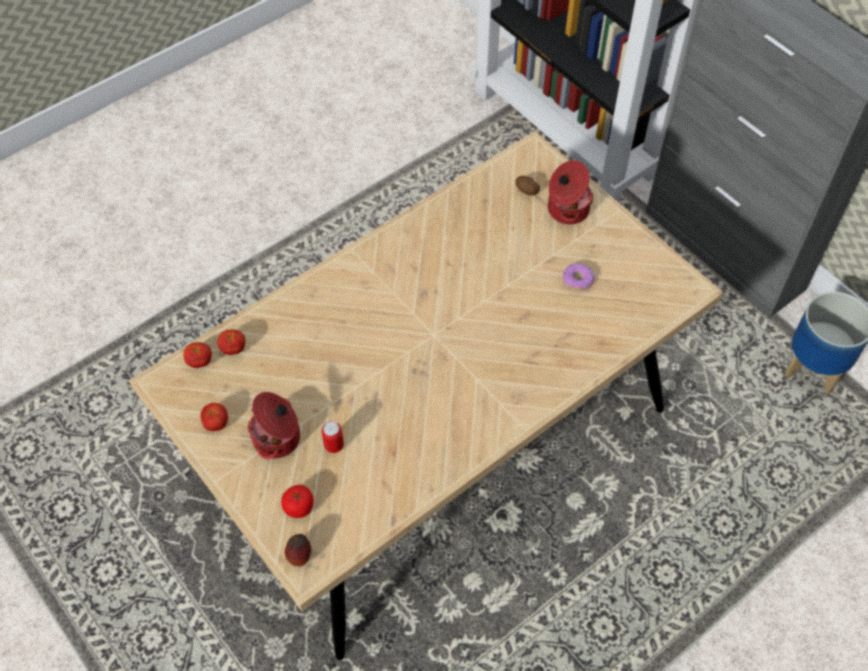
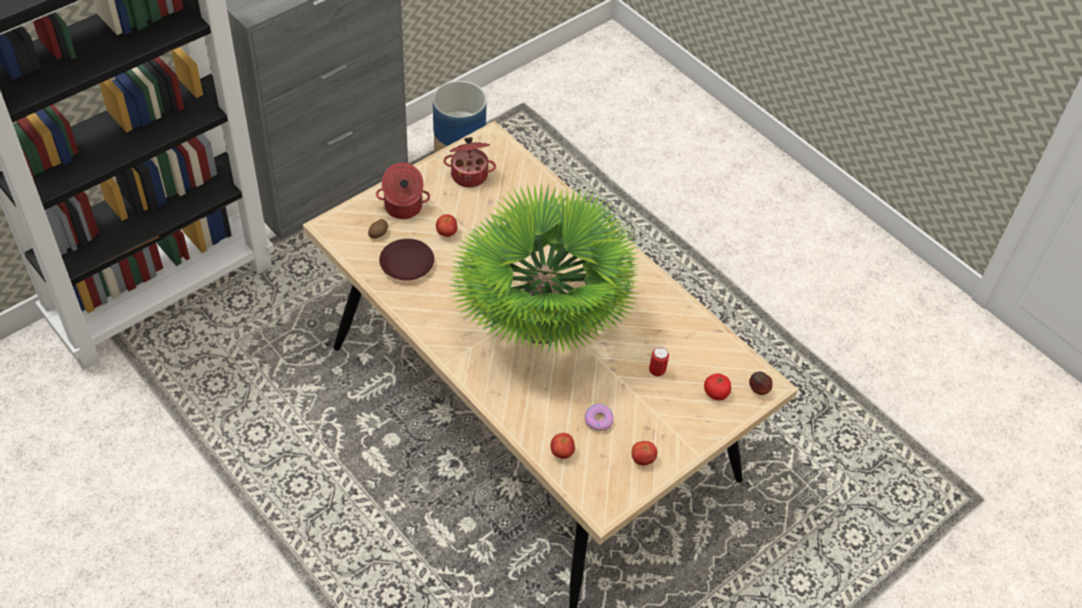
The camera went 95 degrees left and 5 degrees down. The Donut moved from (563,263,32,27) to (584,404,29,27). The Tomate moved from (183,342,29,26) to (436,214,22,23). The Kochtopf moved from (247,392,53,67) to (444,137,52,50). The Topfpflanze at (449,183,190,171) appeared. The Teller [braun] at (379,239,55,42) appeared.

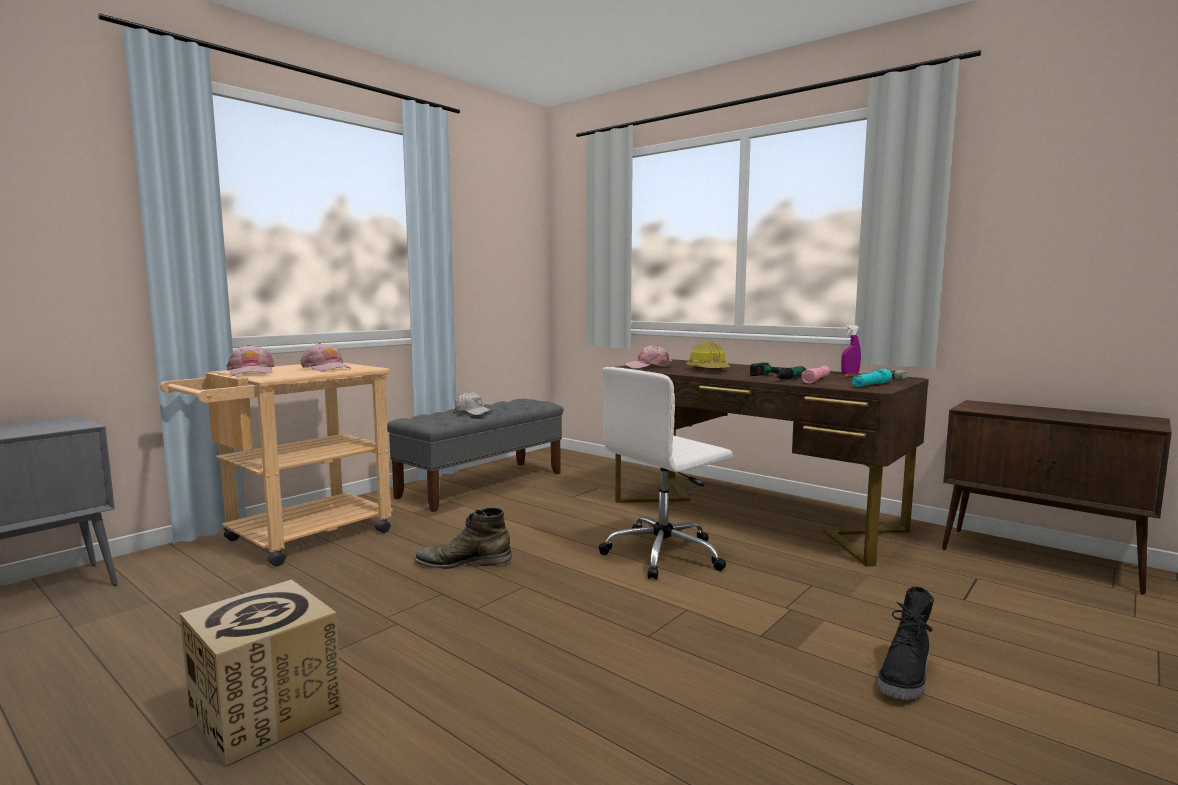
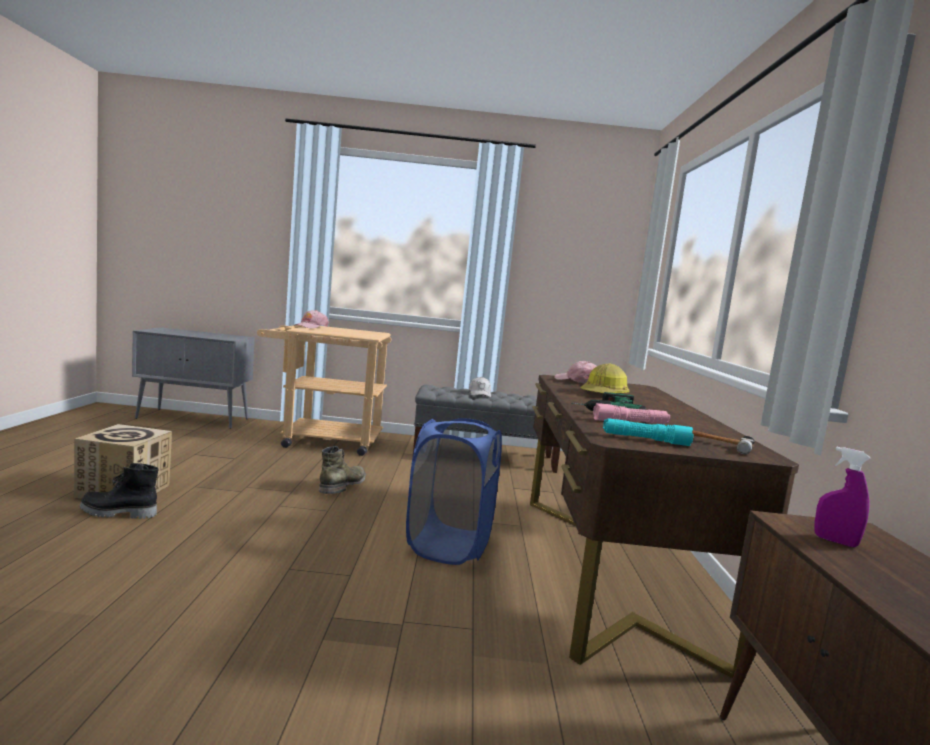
The camera went 50 degrees right and 0 degrees up. The Sprühflasche [lila] moved from (841,325,20,49) to (814,446,57,101). The Kappe [rosa] at (300,343,52,28) disappeared. The Bürostuhl [weiß] at (598,367,135,213) was replaced by the Wäschekorb [blau] at (406,418,96,147). The Stiefel [grün] at (414,508,98,61) turned 60 degrees clockwise. The Stiefel [schwarz] moved from (878,587,56,113) to (80,463,79,56).

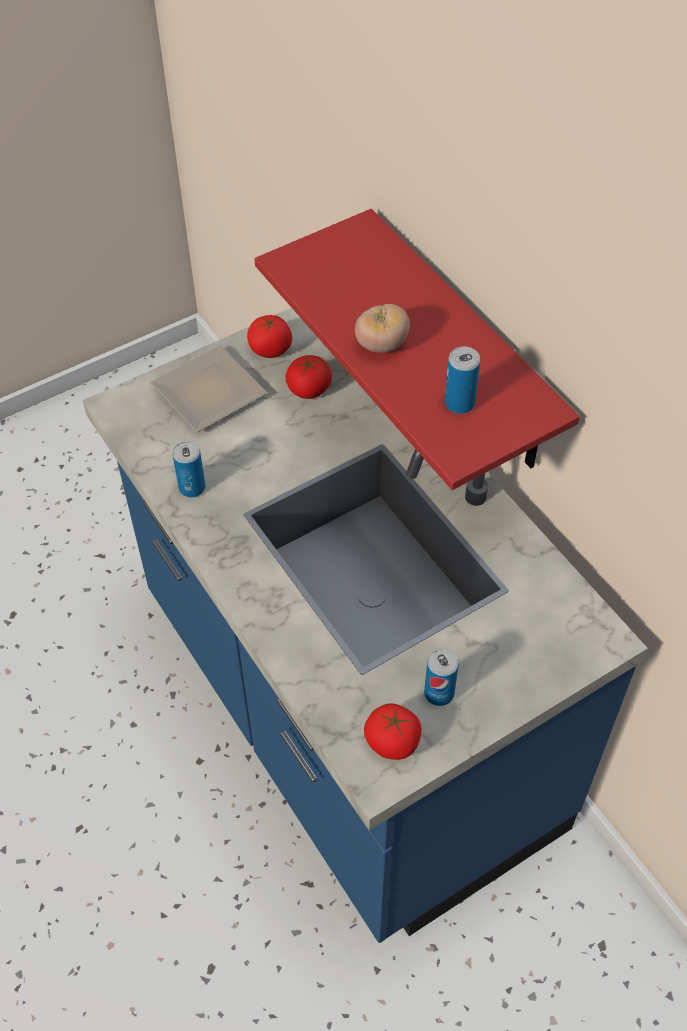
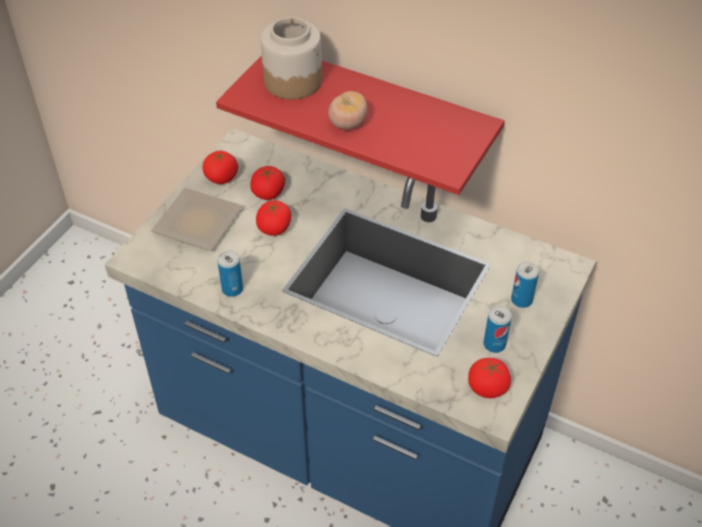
The camera went 30 degrees left and 5 degrees down. The Dose moved from (445,346,35,68) to (511,262,28,46). The Vorratsglas at (261,17,61,82) appeared. The Tomate at (256,200,35,36) appeared.

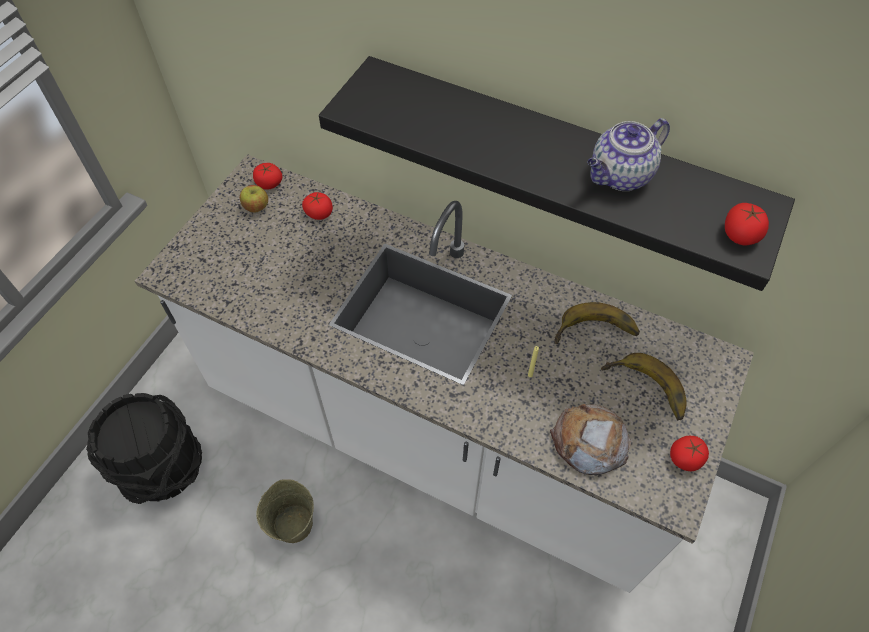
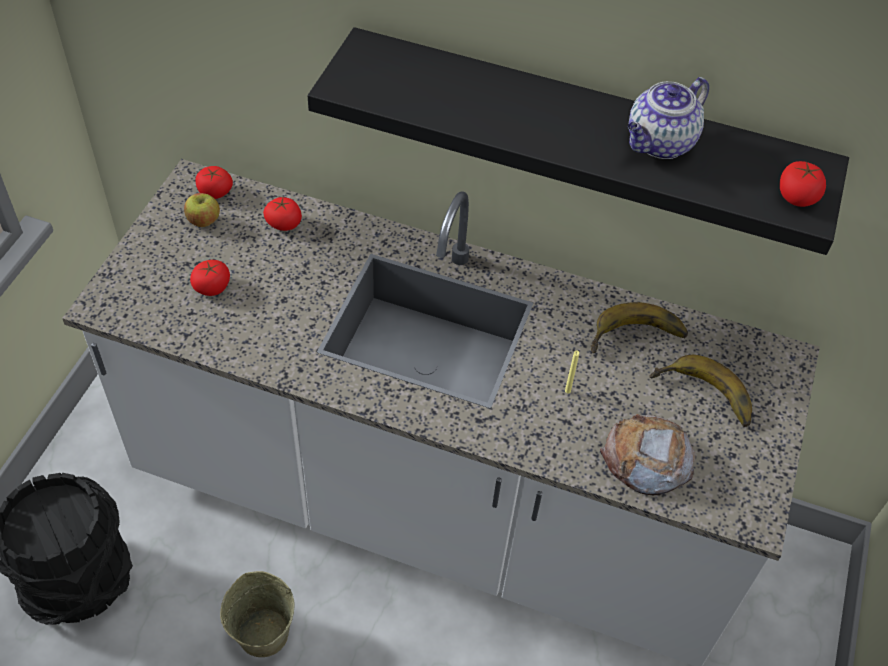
The camera went 10 degrees left and 5 degrees down. The Tomate moved from (670,436,39,35) to (190,260,40,36).

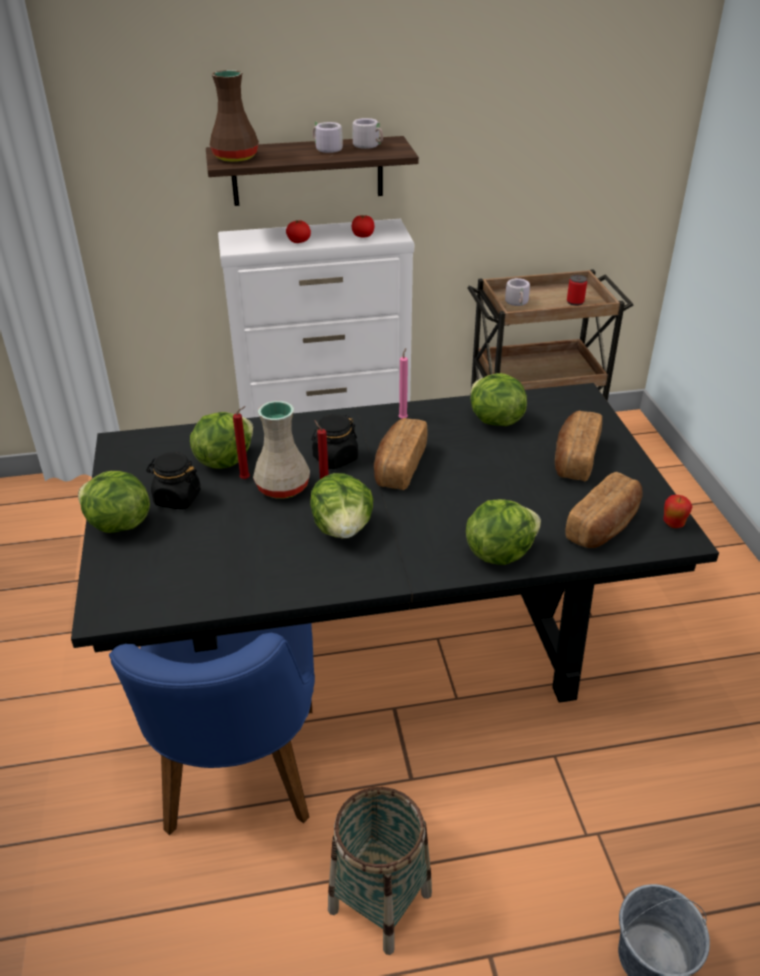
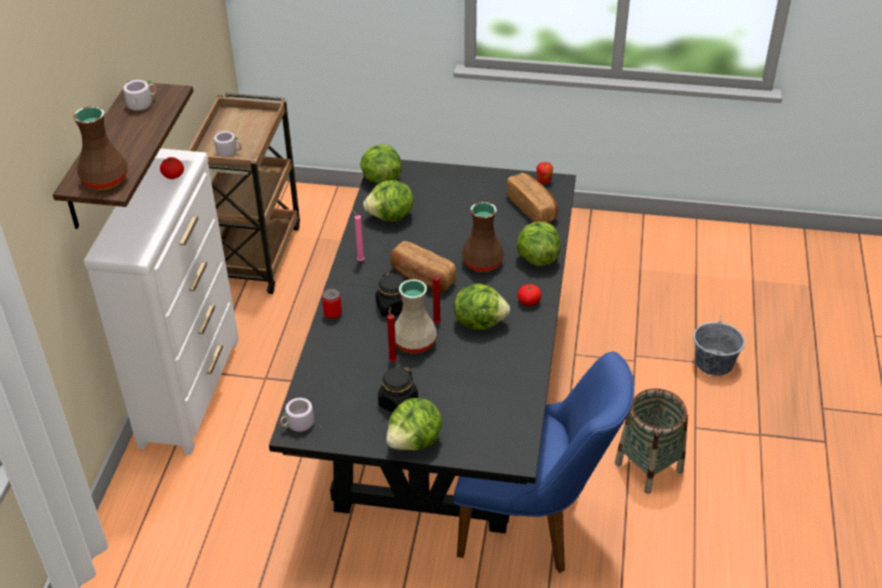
The camera went 70 degrees left and 5 degrees up. The Henkelbecher [grau] moved from (313,121,30,36) to (280,398,42,34). The Tomate moved from (286,220,25,23) to (517,284,24,22). The Dose moved from (567,275,20,31) to (322,288,20,32). The Brot at (555,411,47,70) disappeared. The Salatkopf moved from (190,412,63,57) to (360,144,42,40). The Vase [braun] at (462,202,42,70) appeared.

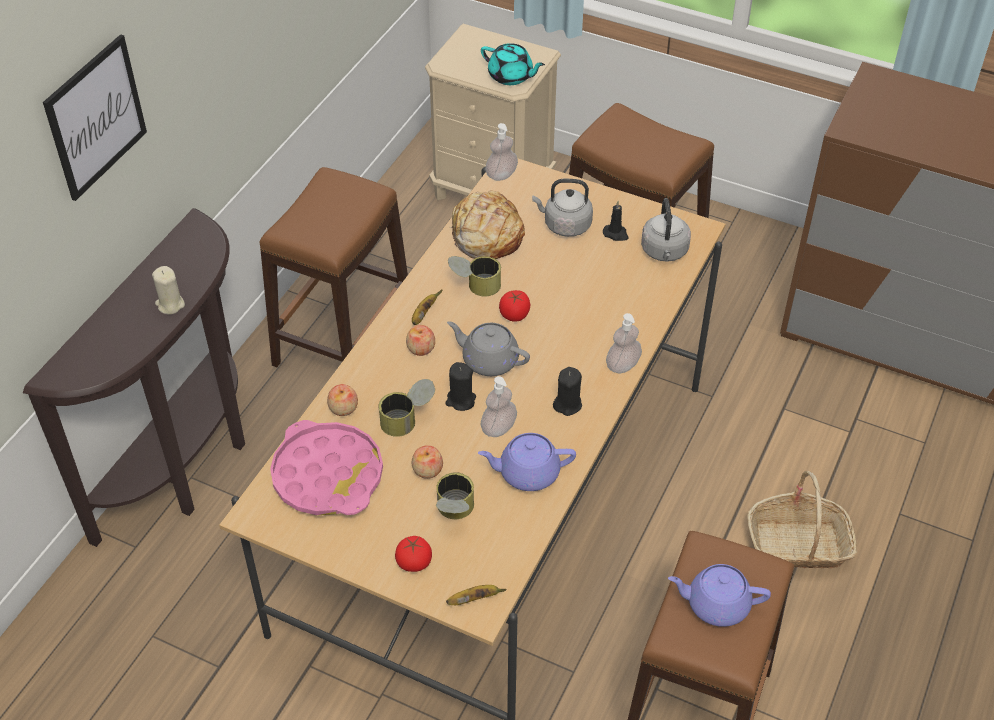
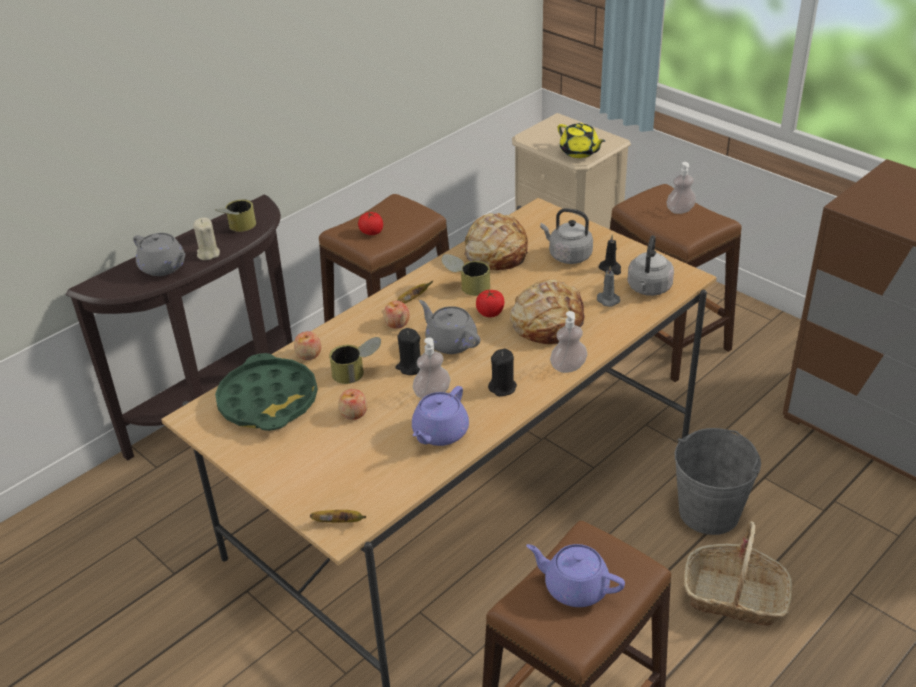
The camera went 20 degrees right and 10 degrees down. The Bild at (43,34,104,167) disappeared. The Teekanne [türkis] at (481,43,64,42) became the Teekanne [gelb] at (558,123,47,35). The Seifenspender moved from (485,123,33,58) to (666,162,30,52). The Tablett [rosa] at (270,420,113,95) became the Tablett [grün] at (215,353,103,78). The Teekanne [lila] at (478,433,98,58) turned 75 degrees counterclockwise. The Dose moved from (436,472,38,47) to (215,200,41,32). The Tomate moved from (395,536,37,36) to (358,212,25,23). The Teekanne [grau] at (133,233,53,43) appeared. The Kerze [grau] at (597,266,23,41) appeared. The Brot at (510,279,74,65) appeared. The Eimer [grau] at (675,428,86,107) appeared.

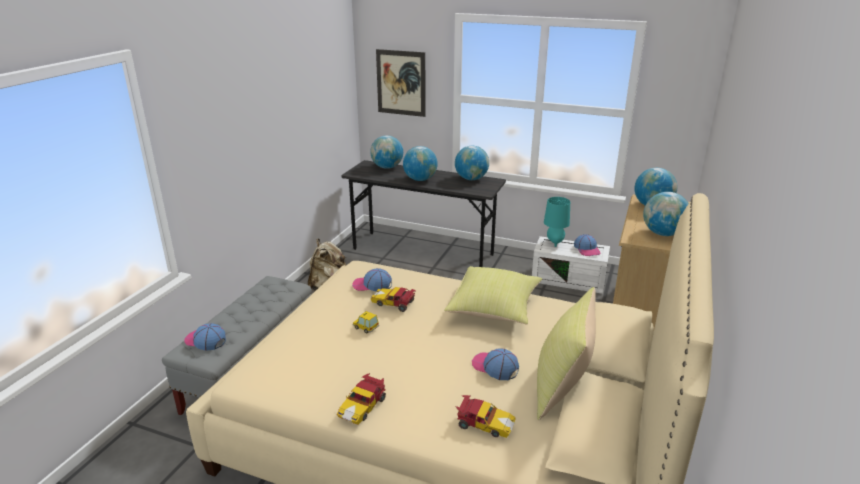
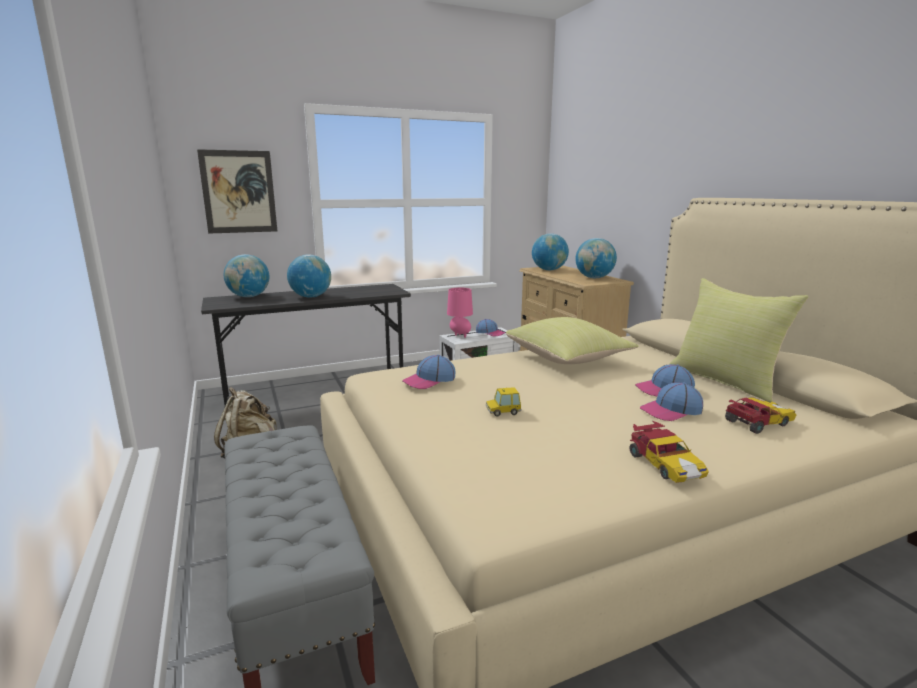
The camera went 45 degrees left and 10 degrees down. The Globus at (455,146,34,34) disappeared. The Tischlampe [türkis] at (544,197,26,50) became the Tischlampe [rosa] at (447,288,26,50). The Spielzeugauto at (371,287,44,25) disappeared. The Kappe moved from (184,323,42,28) to (640,382,63,39).

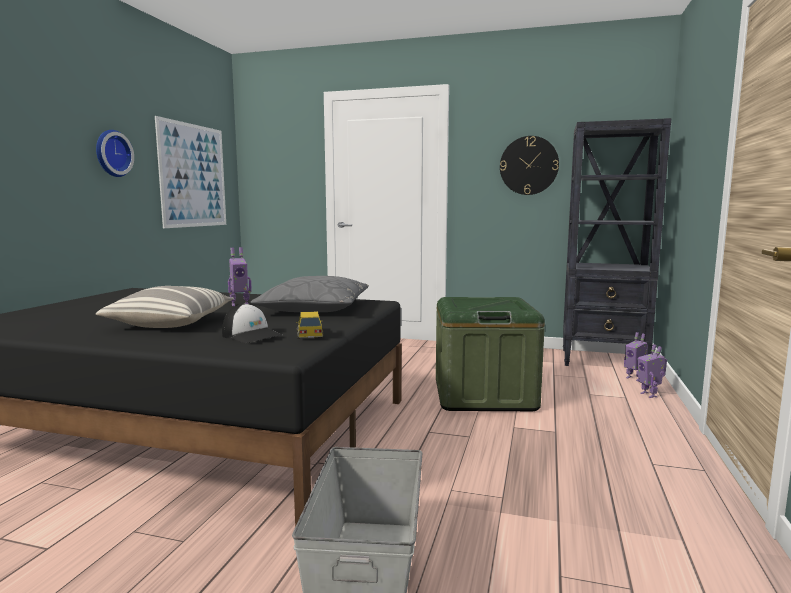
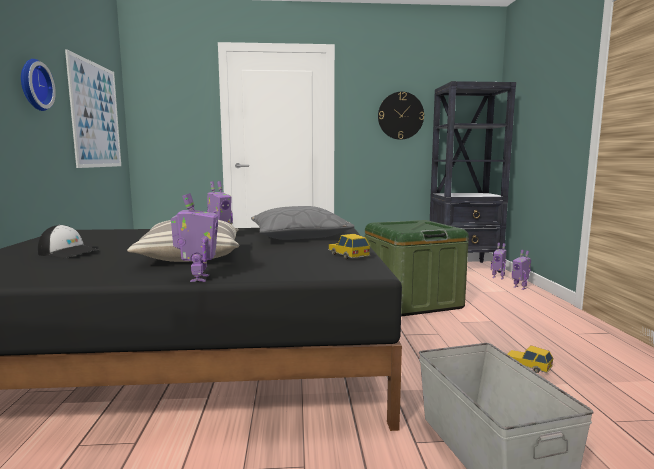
The camera went 20 degrees left and 0 degrees up. The Kappe moved from (222,304,60,39) to (38,225,61,33). The Spielzeugroboter at (171,193,47,89) appeared. The Spielzeugauto at (508,345,45,28) appeared.

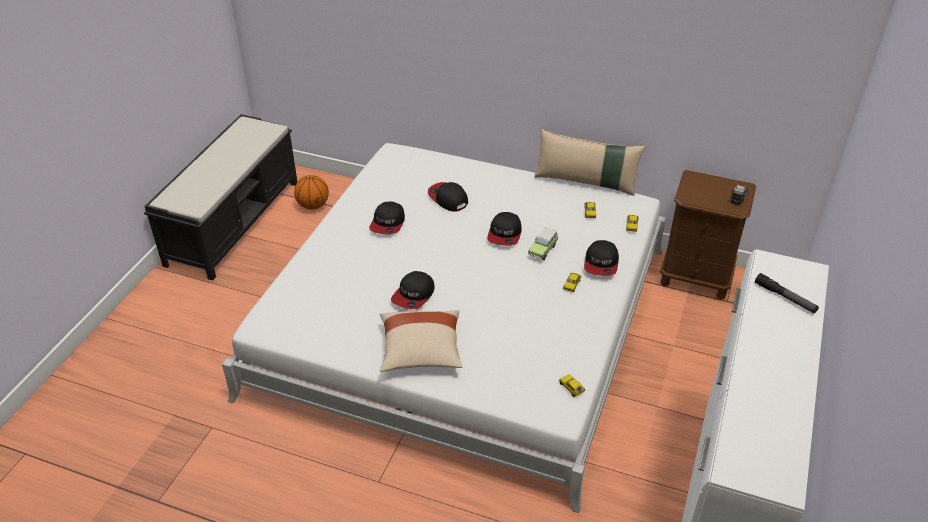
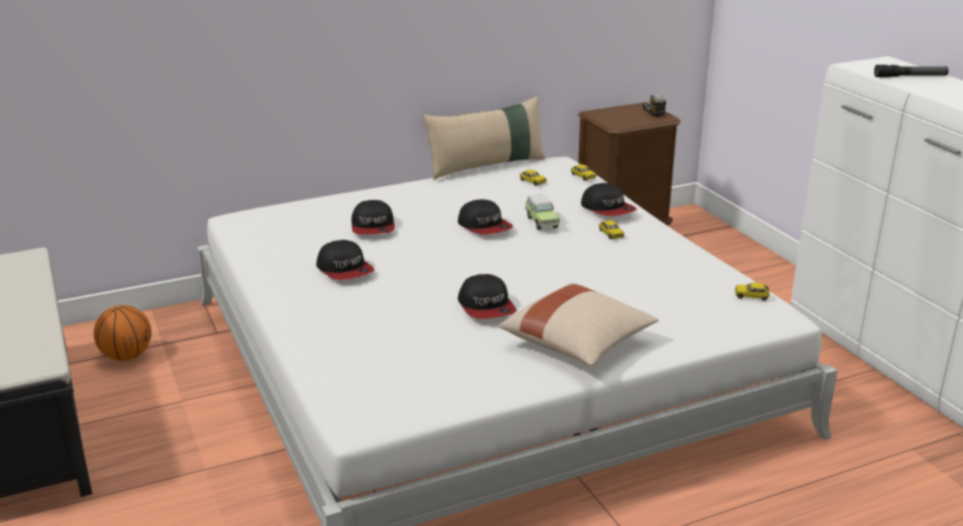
The camera went 45 degrees left and 15 degrees down. The Kappe at (428,182,40,30) turned 105 degrees counterclockwise.

